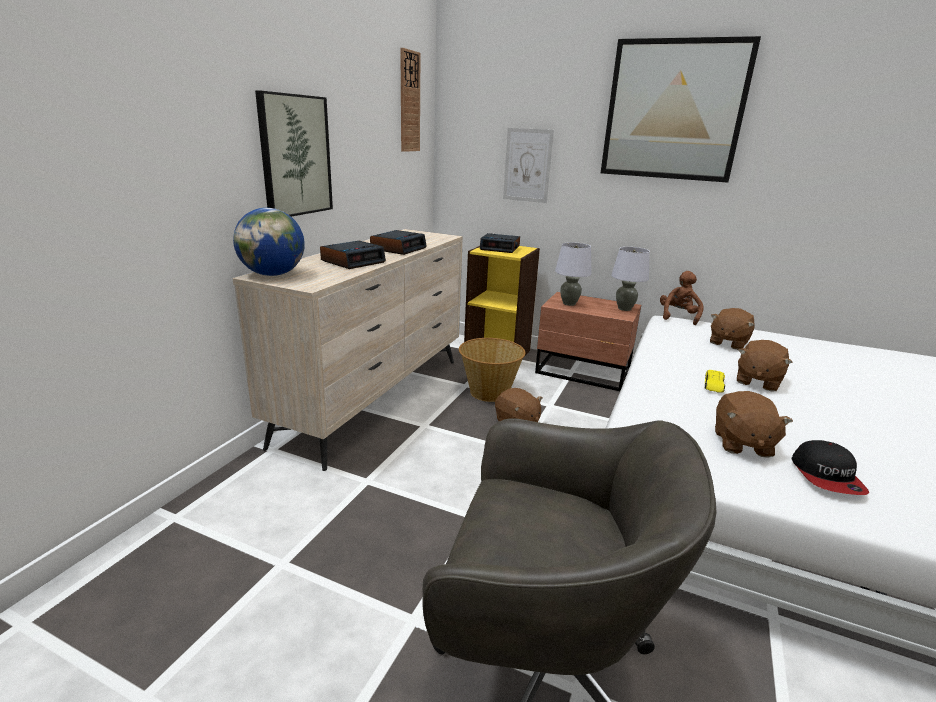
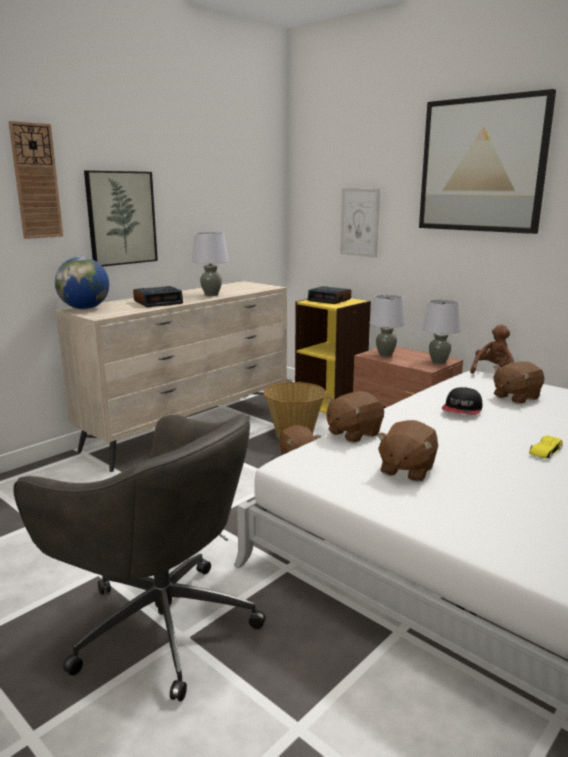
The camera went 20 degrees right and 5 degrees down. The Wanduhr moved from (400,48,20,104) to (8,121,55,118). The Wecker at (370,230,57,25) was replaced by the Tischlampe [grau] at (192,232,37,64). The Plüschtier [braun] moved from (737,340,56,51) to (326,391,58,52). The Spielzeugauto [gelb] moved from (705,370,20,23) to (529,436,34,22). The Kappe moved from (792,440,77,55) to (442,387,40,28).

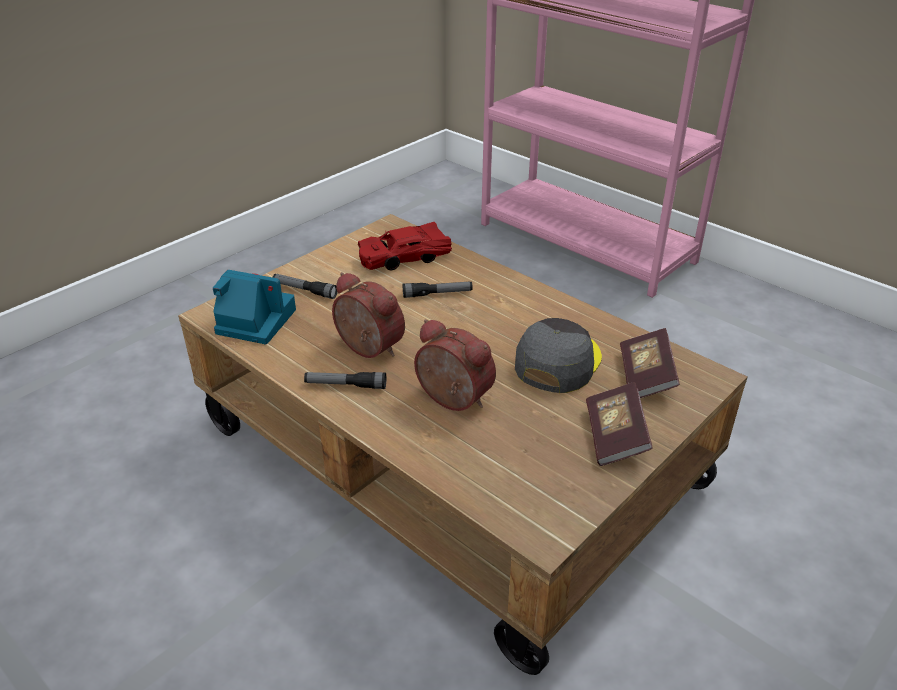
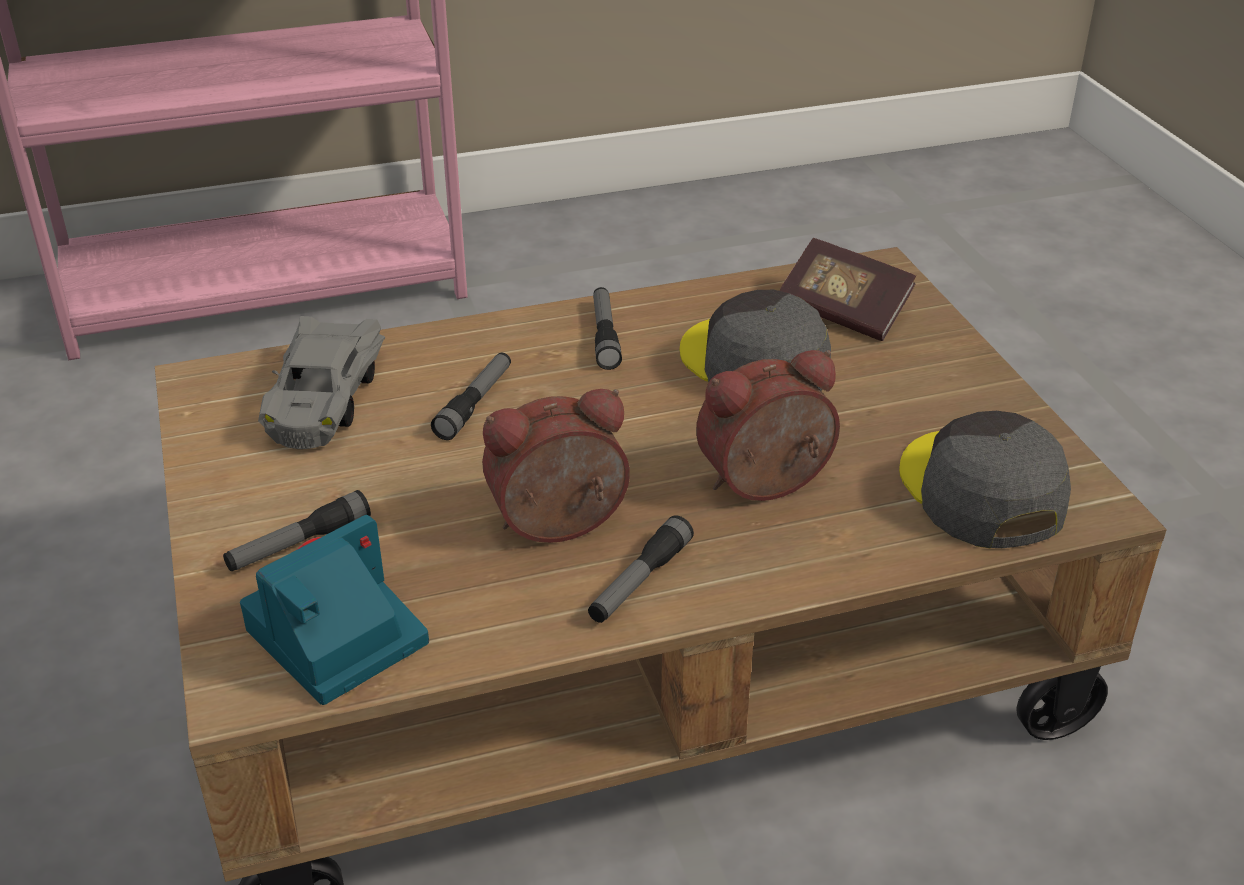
The camera went 60 degrees left and 0 degrees up. The Spielzeugauto [rot] at (358,222,94,48) became the Spielzeugauto [grau] at (258,316,127,133). The Buch at (586,382,67,84) disappeared. The Taschenlampe at (593,287,29,83) appeared. The Kappe [grau] at (899,411,172,138) appeared.

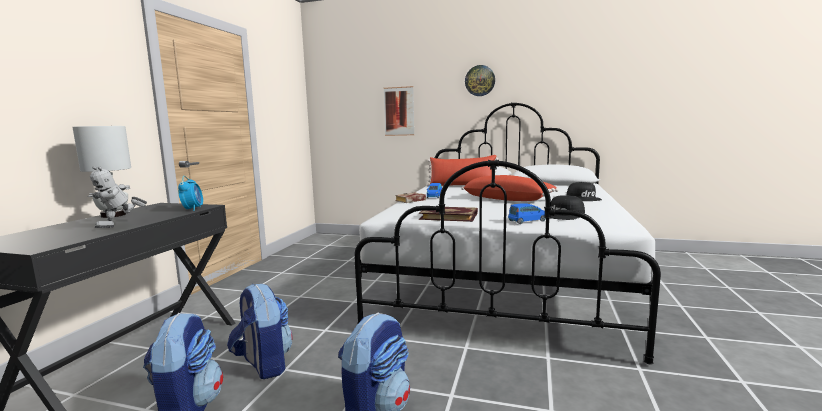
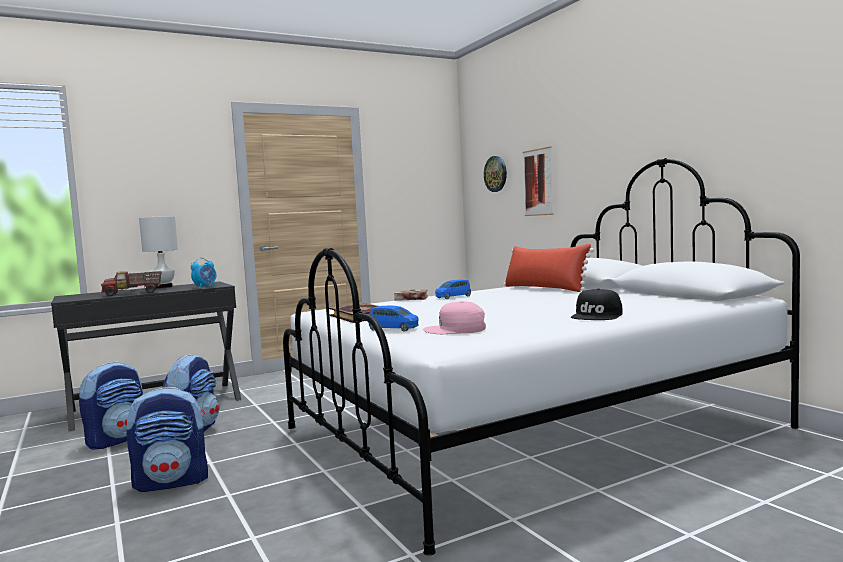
The camera went 45 degrees right and 5 degrees down. The Wanduhr moved from (465,65,30,31) to (484,156,23,36). The Spielzeugroboter at (88,166,59,62) was replaced by the Spielzeuglaster at (101,271,61,25). The Kissen [rot] at (461,175,98,26) disappeared. The Kappe [schwarz] at (551,195,34,25) became the Kappe [rosa] at (423,301,63,33).

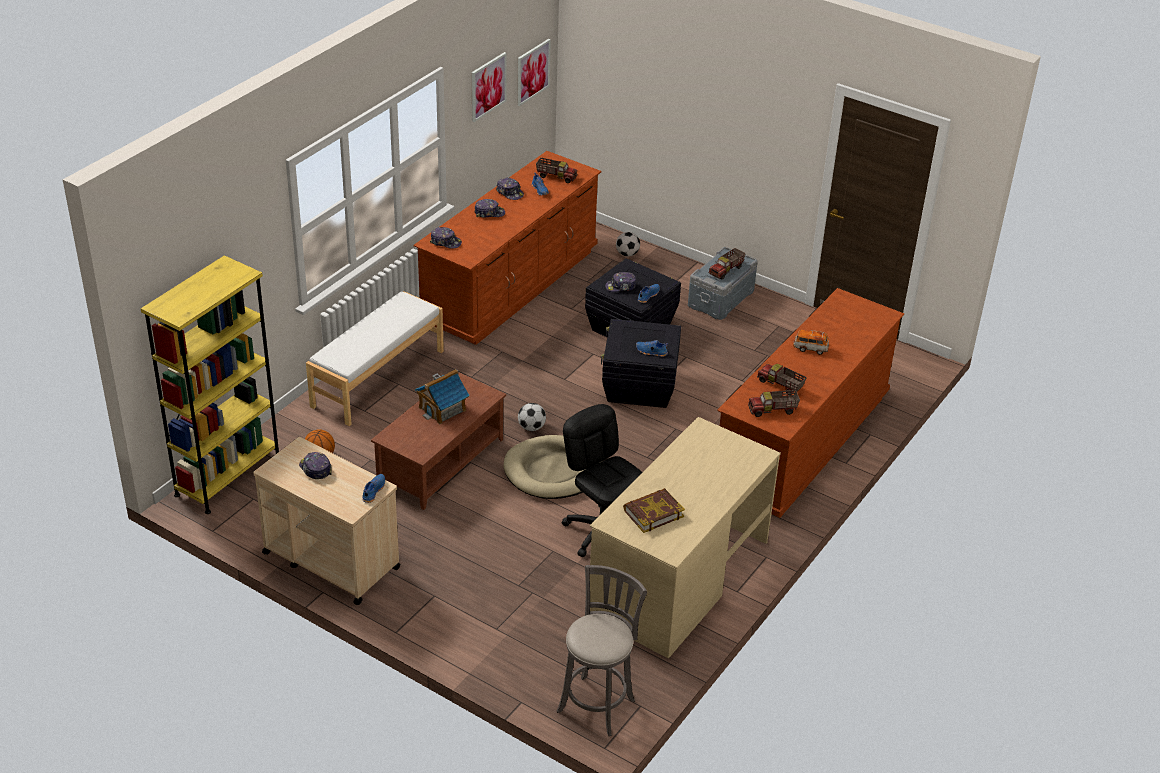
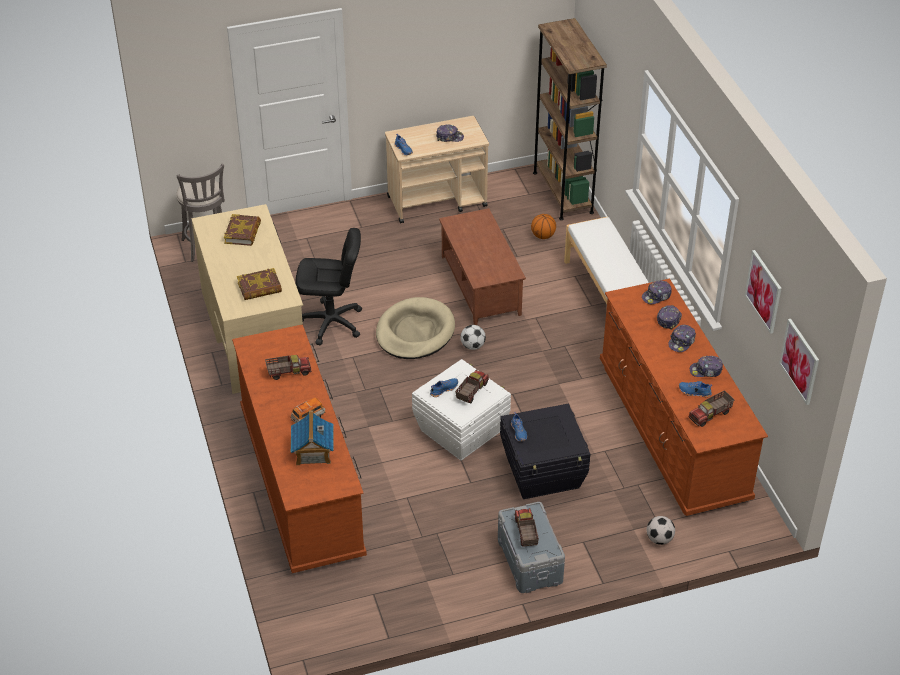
The camera went 130 degrees right and 5 degrees up. The Bücherregal [gelb] at (141,255,138,259) became the Bücherregal [braun] at (533,18,74,202). The Kappe moved from (605,272,31,20) to (657,305,25,25). The Aufbewahrungsbox [schwarz] at (601,319,80,89) became the Aufbewahrungsbox [weiß] at (412,359,99,102). The Spielzeughaus moved from (415,369,55,55) to (291,410,43,55). The Spielzeuglaster moved from (748,390,52,27) to (455,370,34,33). The Buch at (237,268,45,32) appeared.

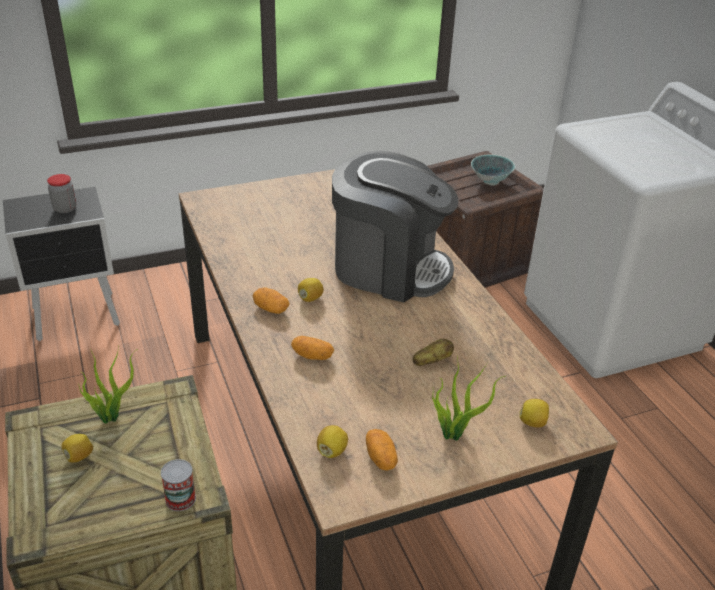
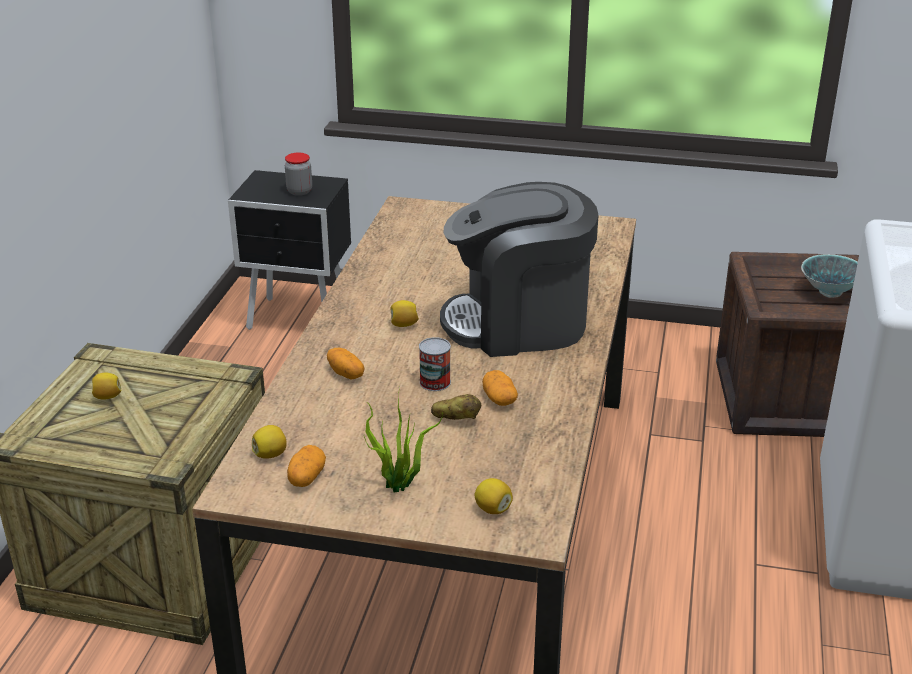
The camera went 35 degrees right and 5 degrees down. The Kaffeemaschine at (332,151,127,152) turned 120 degrees clockwise. The Kartoffel moved from (253,287,36,27) to (482,370,36,36). The Topfpflanze at (78,347,58,77) disappeared. The Dose moved from (161,459,35,52) to (419,337,32,54).

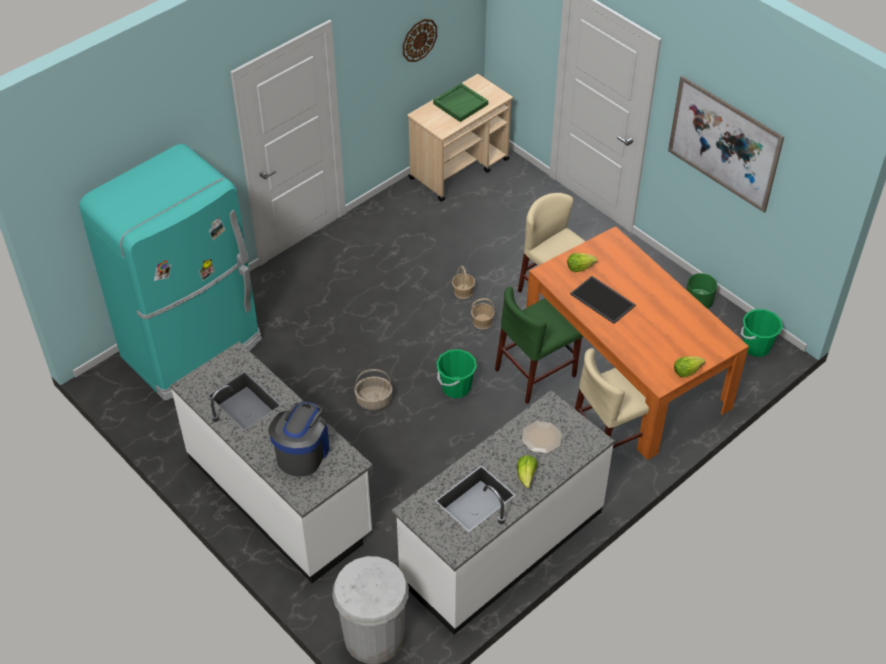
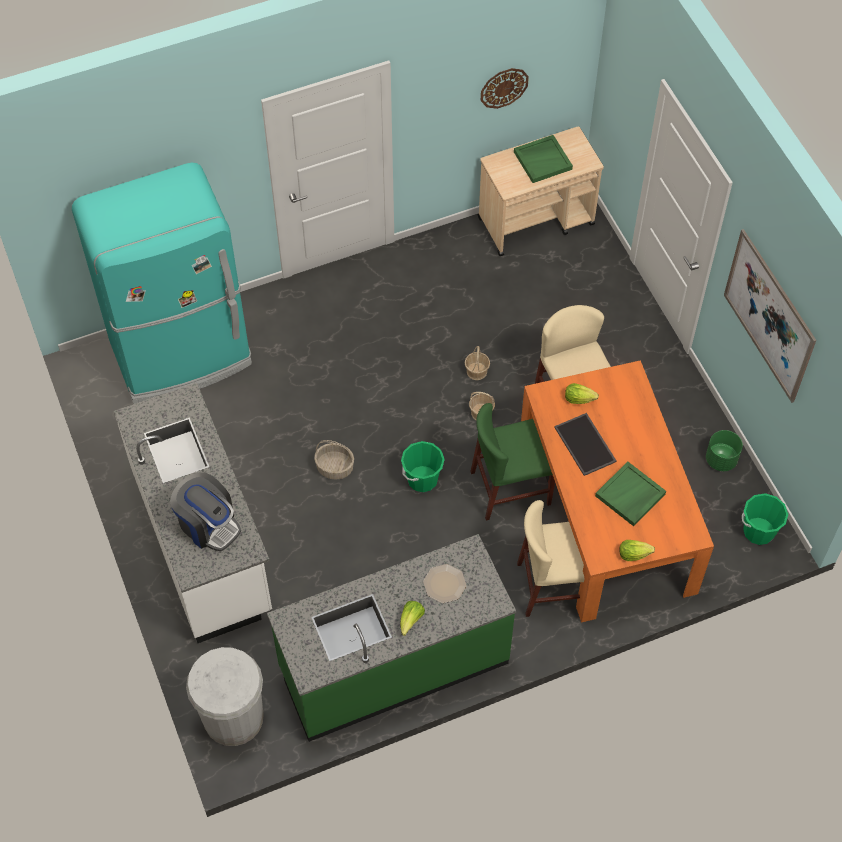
The camera went 20 degrees right and 10 degrees up. The Küchenzeile [weiß] at (392,390,223,245) became the Küchenzeile [grün] at (267,534,249,208). The Kaffeemaschine at (268,402,62,75) turned 90 degrees clockwise. The Tablett [grün] at (595,462,71,64) appeared.

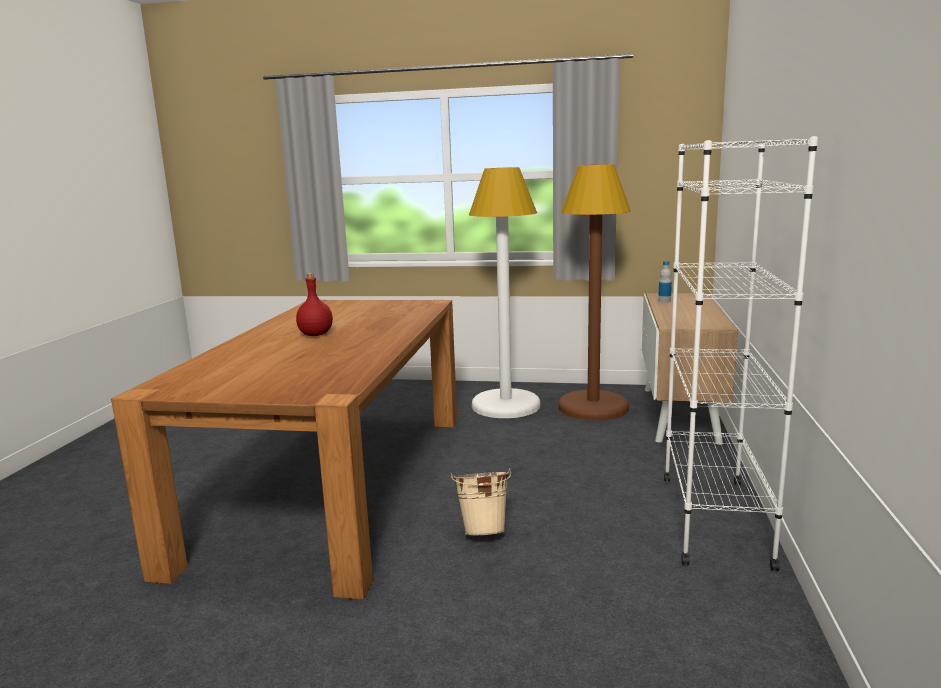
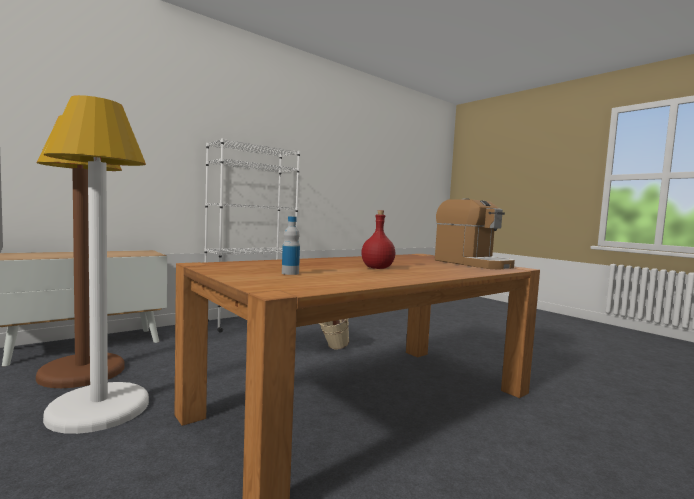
The camera went 140 degrees left and 10 degrees down. The Flasche moved from (658,261,14,42) to (282,216,18,59). The Kaffeemaschine at (435,198,80,72) appeared.

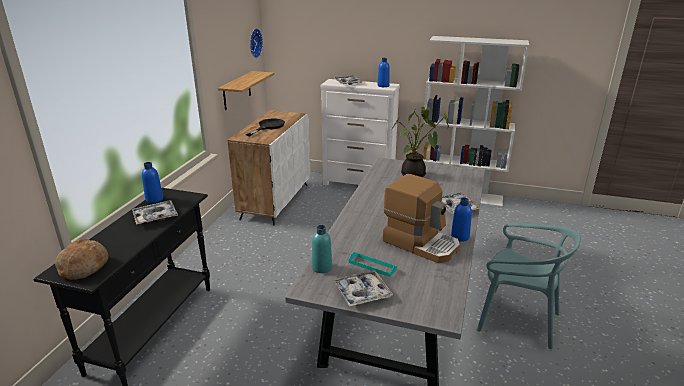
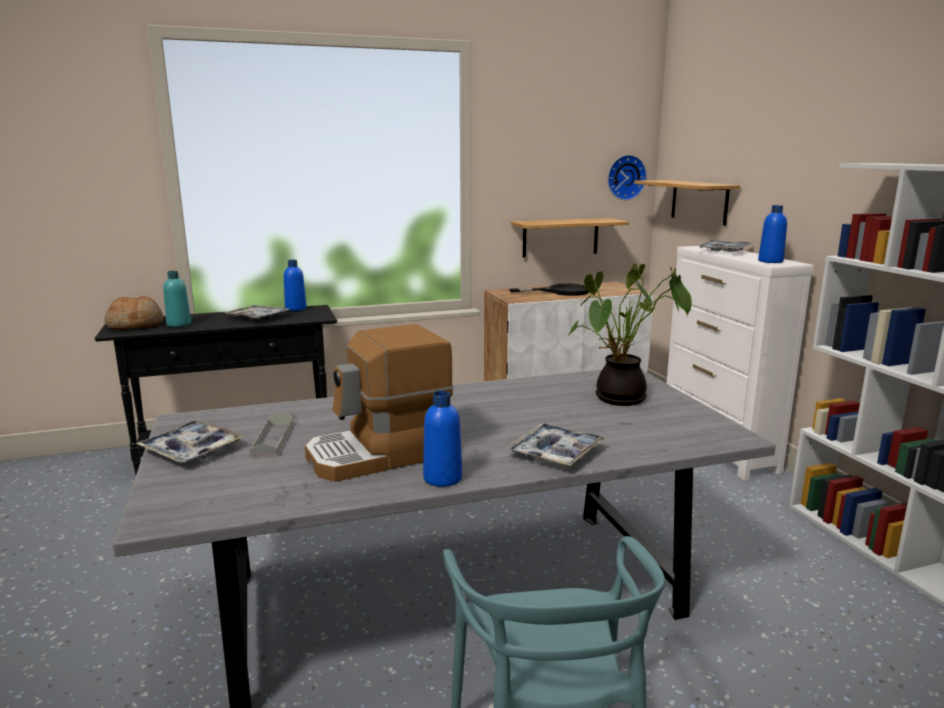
The camera went 55 degrees right and 10 degrees down. The Kaffeemaschine at (383,174,77,89) turned 60 degrees clockwise. The Flasche [türkis] moved from (312,225,20,48) to (163,271,28,56). The Tablett [türkis] at (349,252,48,25) became the Tablett [grau] at (250,412,43,45). The Wandregal at (634,180,106,46) appeared.

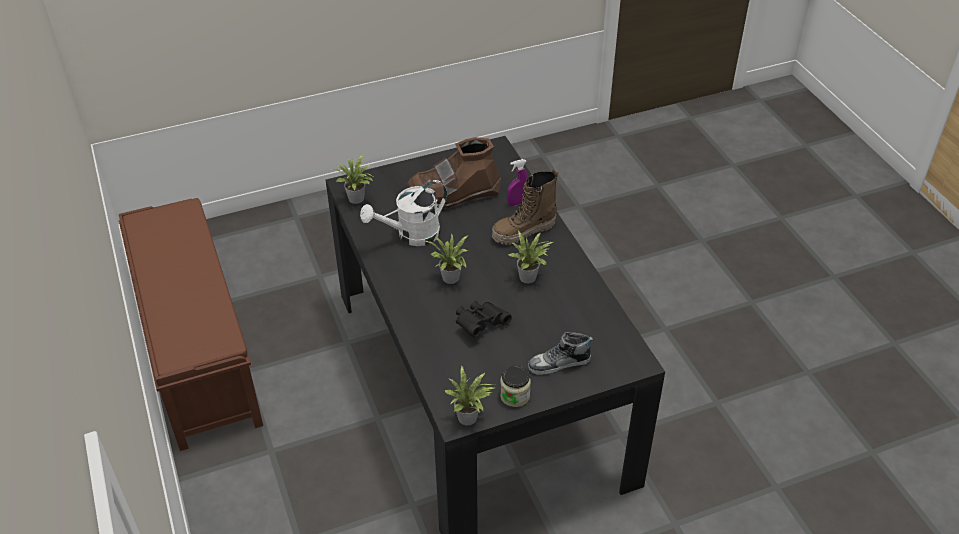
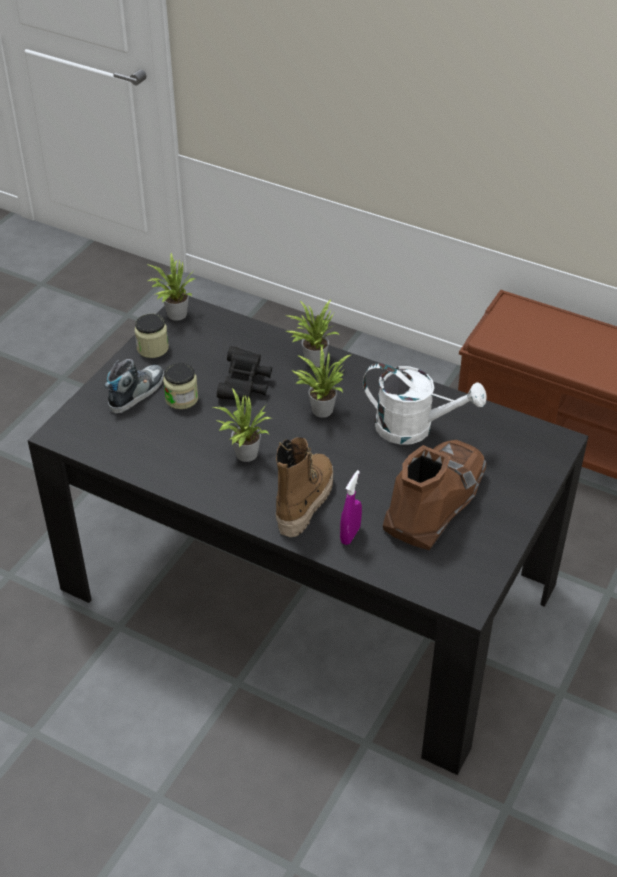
The camera went 140 degrees right and 0 degrees up. The Topfpflanze moved from (331,153,42,51) to (287,299,52,68). The Gießkanne [weiß] at (360,180,87,66) turned 90 degrees clockwise. The Vorratsglas at (163,363,35,46) appeared.

